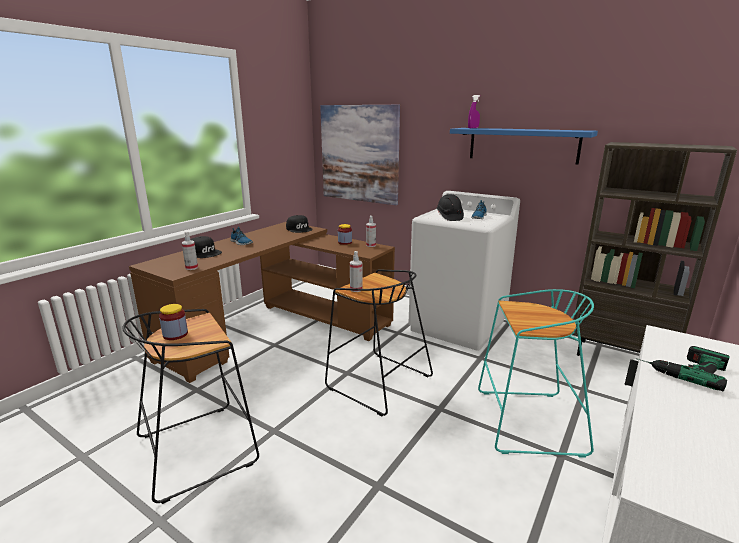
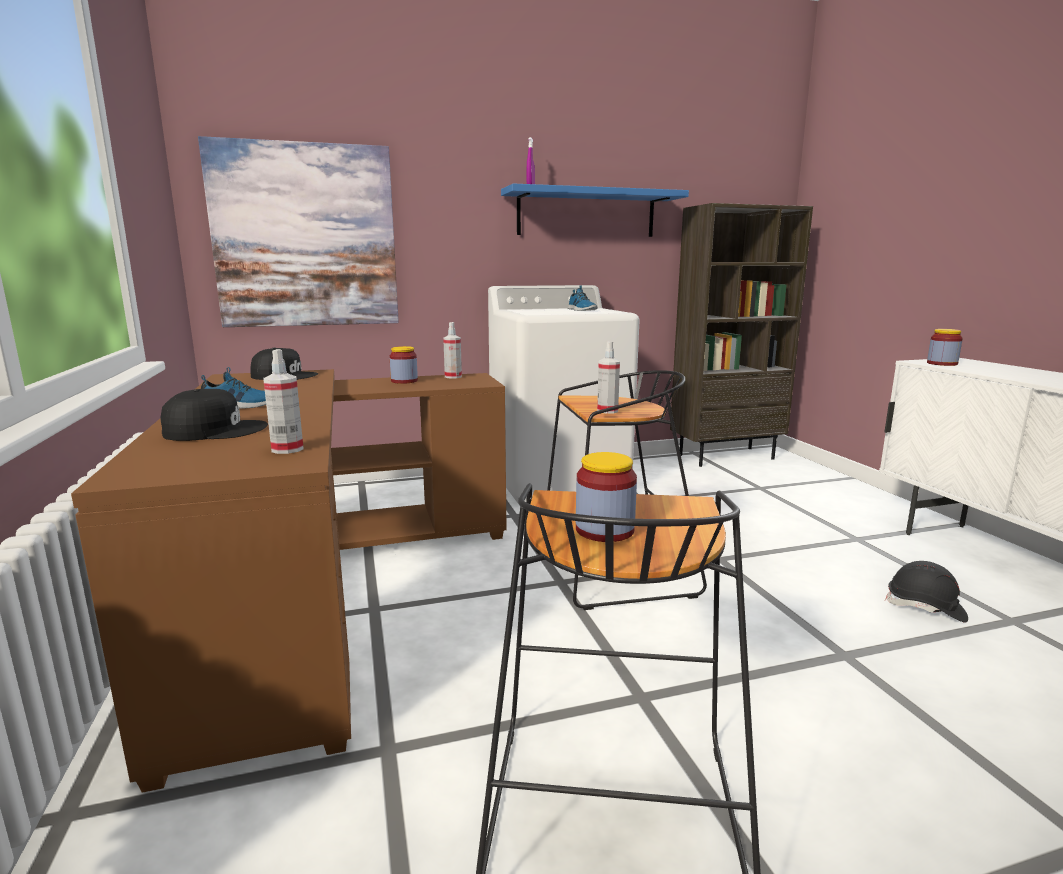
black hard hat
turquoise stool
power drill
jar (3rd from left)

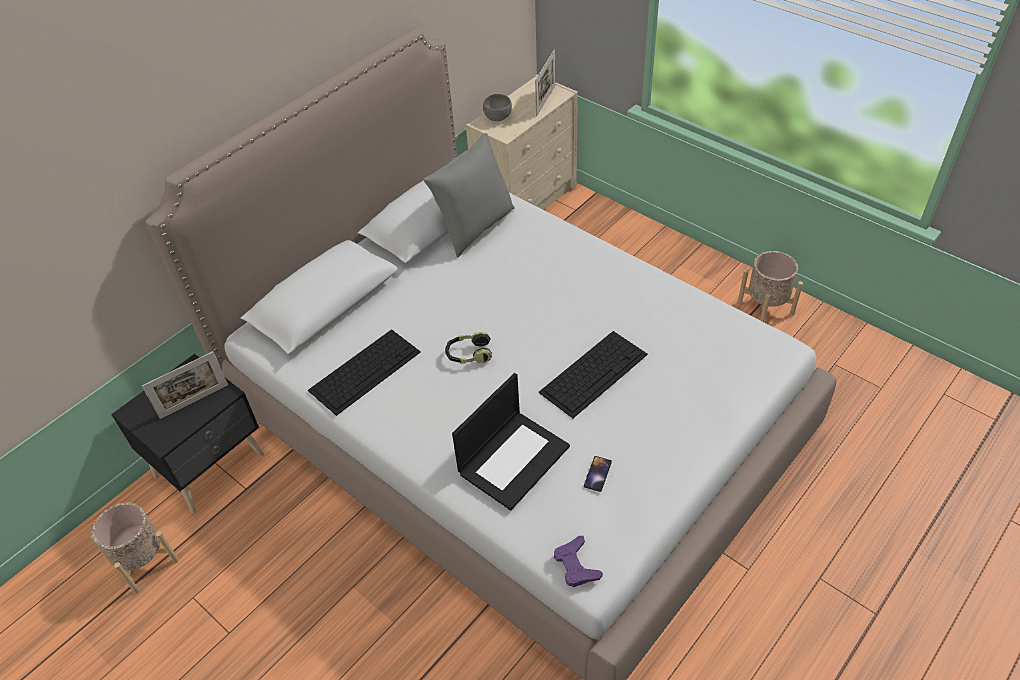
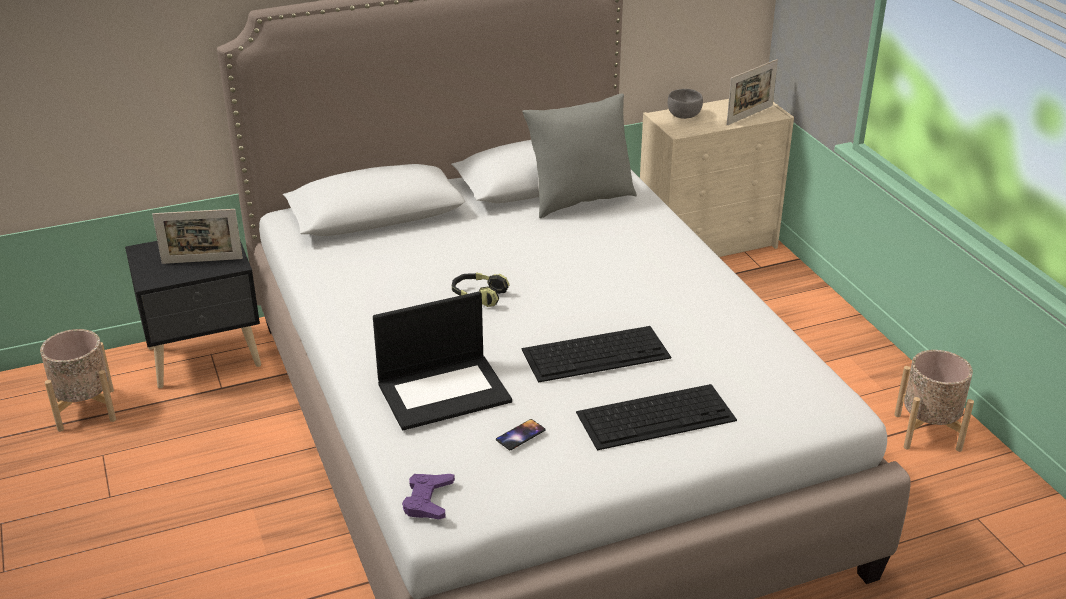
keyboard (2nd from left)

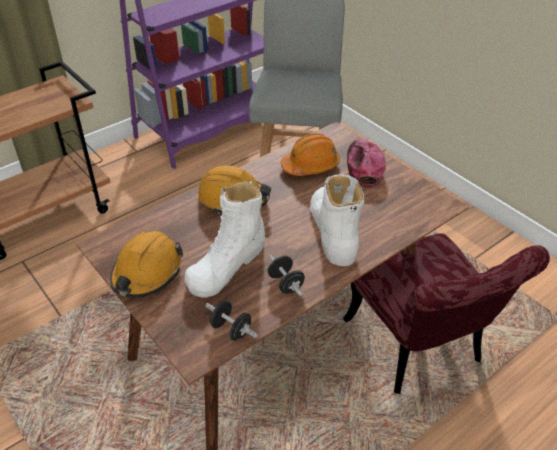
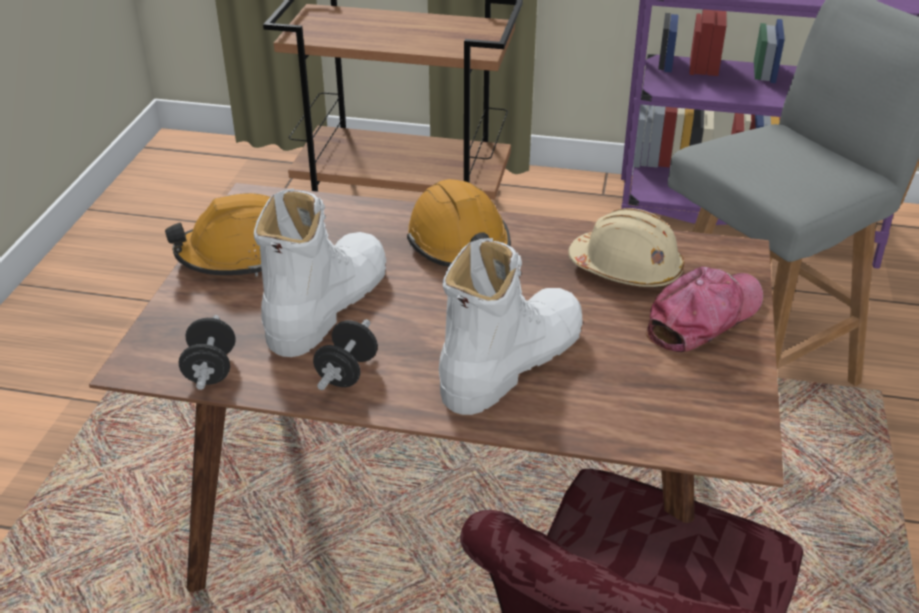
white boot (1st from left)
beige hard hat

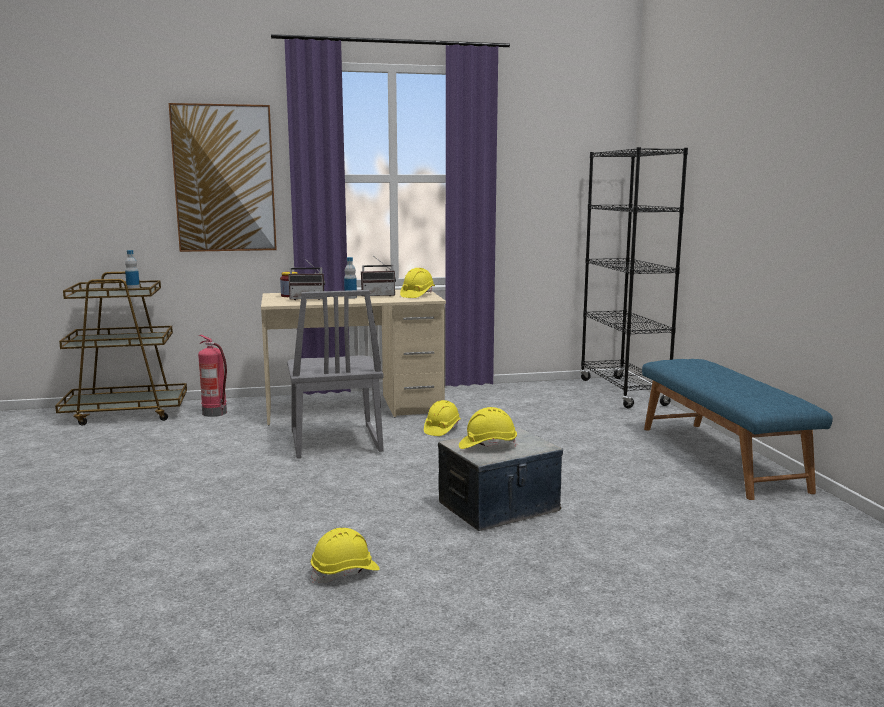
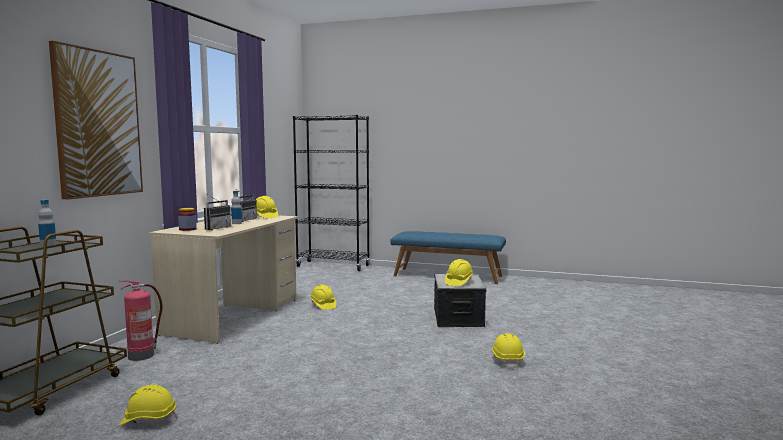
grey chair
yellow hard hat (1st from left)

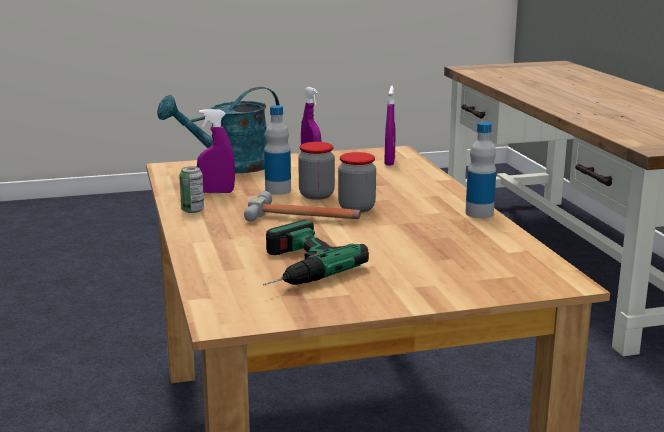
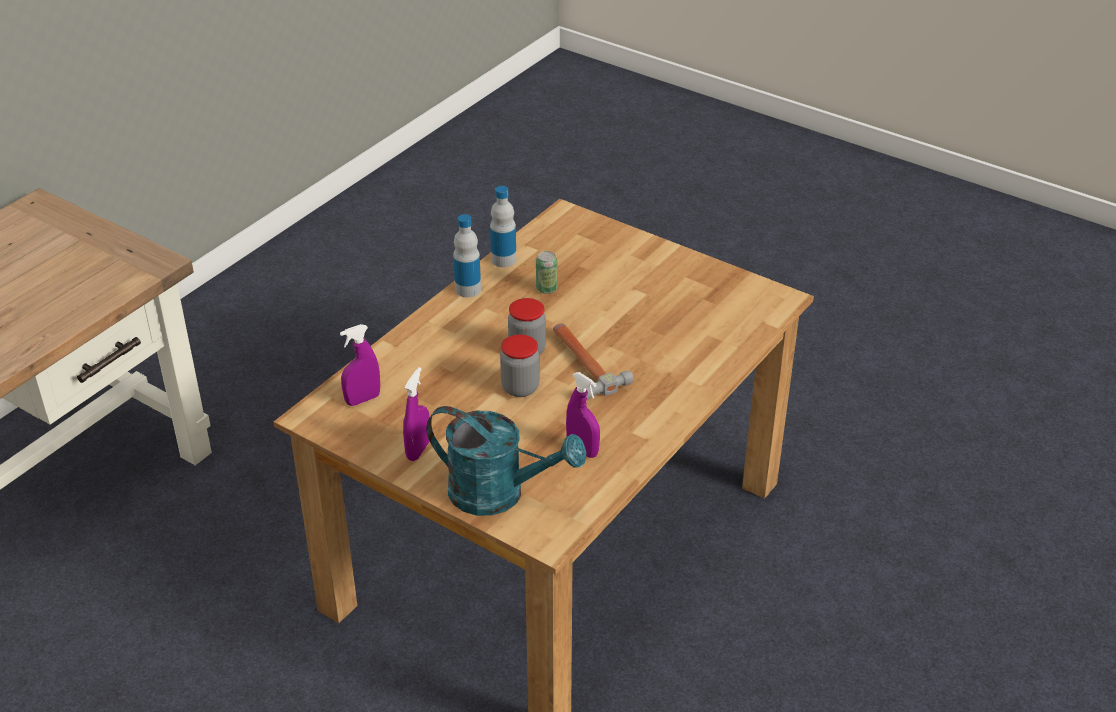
can
power drill
bottle (2nd from left)

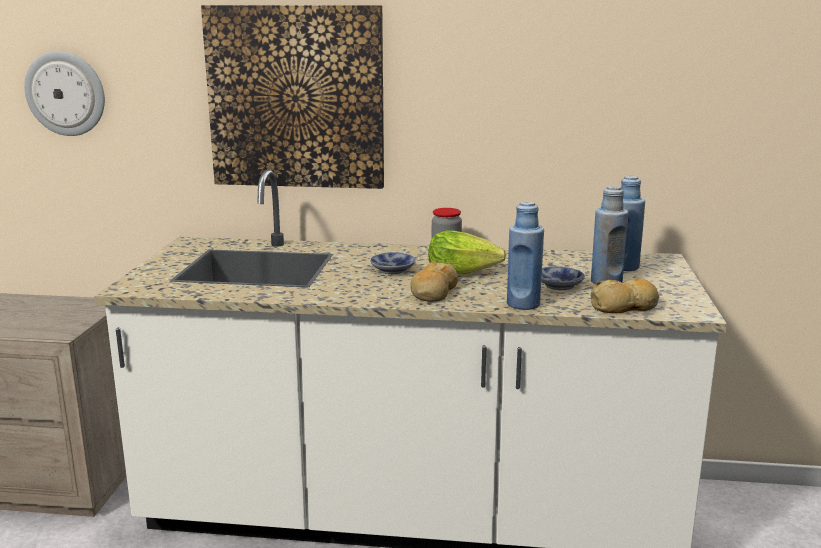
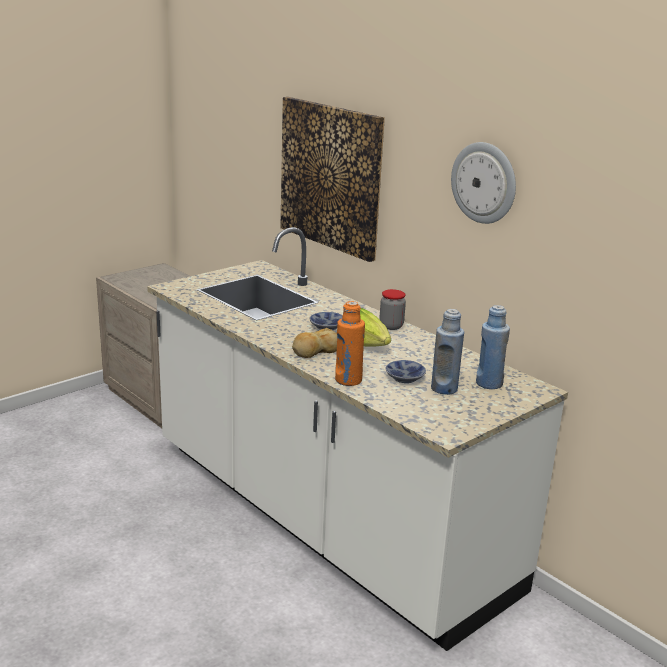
wall clock
orange bottle
bread (2nd from left in the first image)

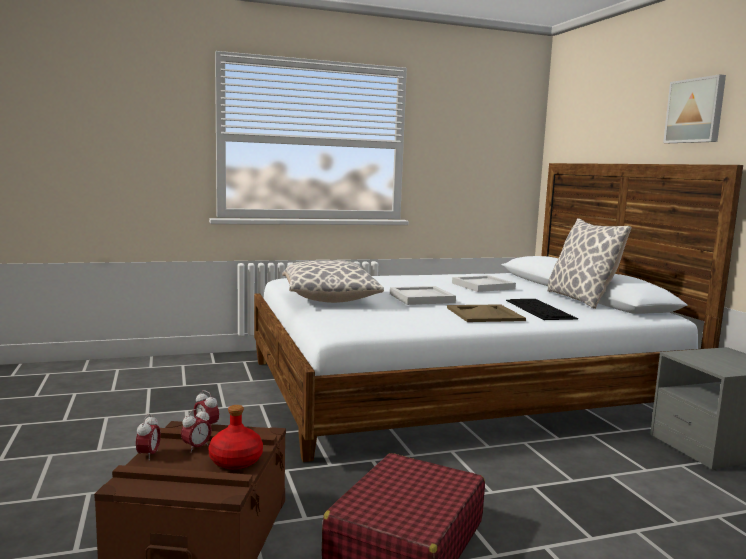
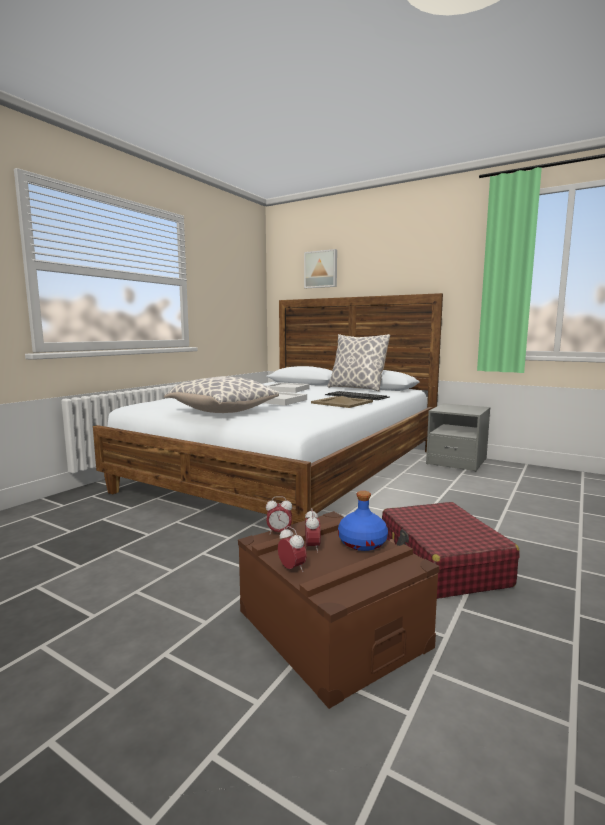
blue bottle
picture

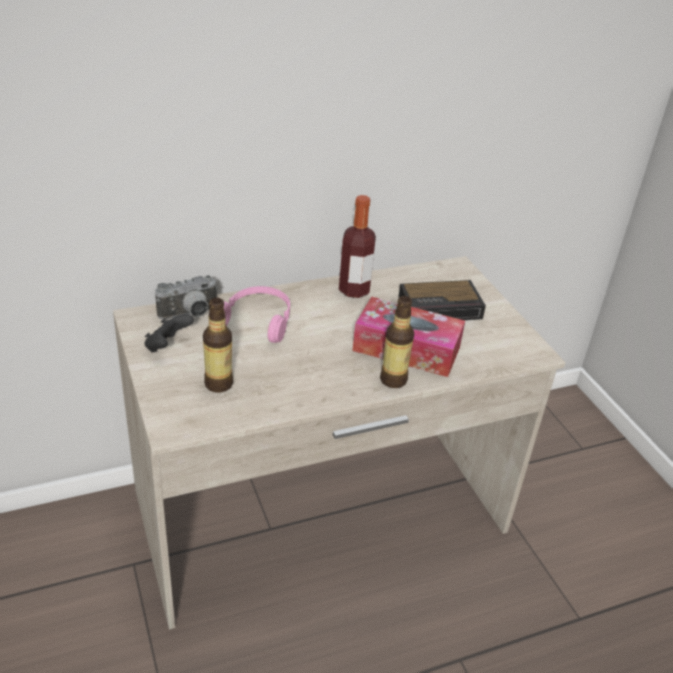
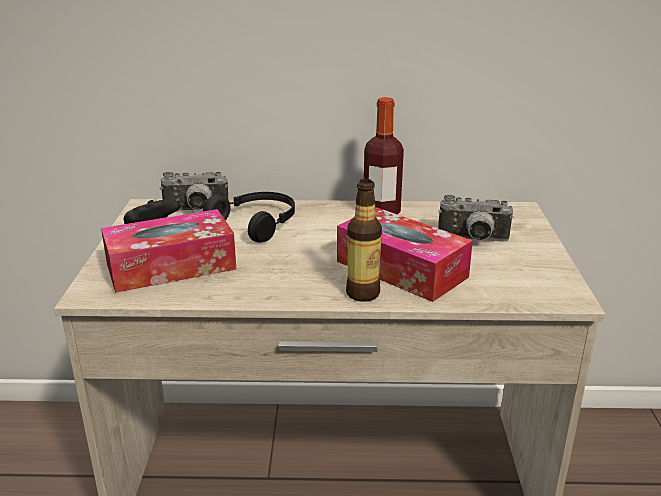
tissue box (1st from left)
black headphones
photo camera (2nd from left)

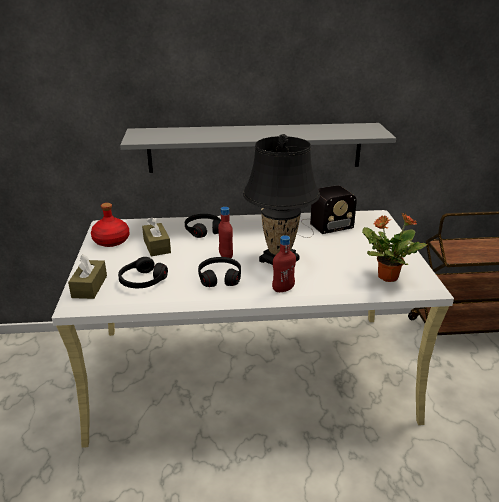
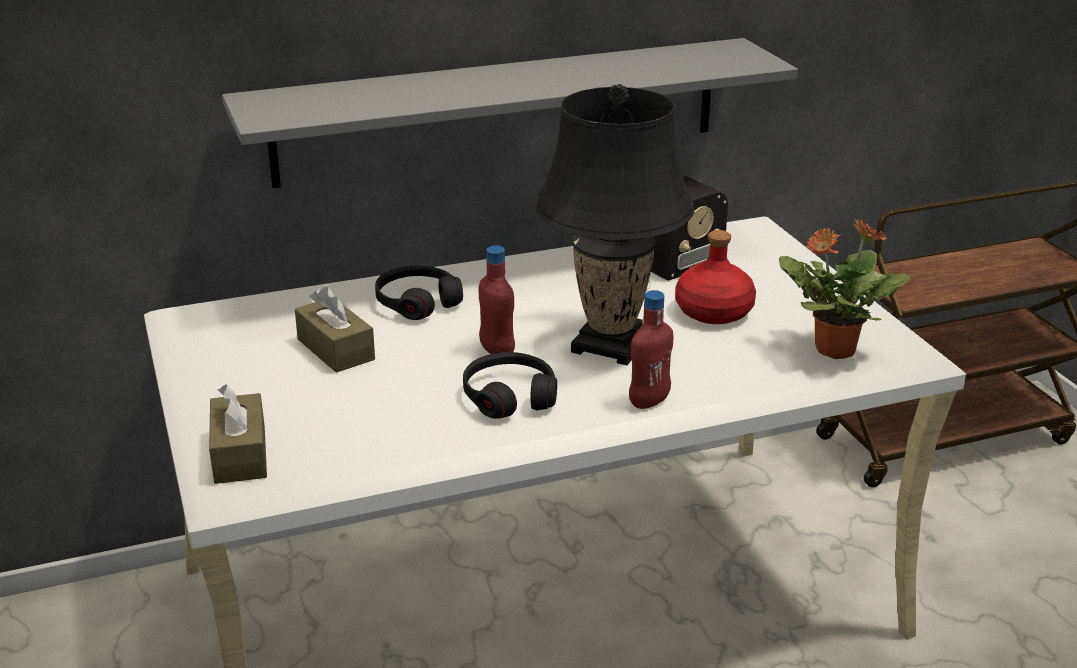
red bottle (3rd from left)
black headphones (1st from left in the first image)

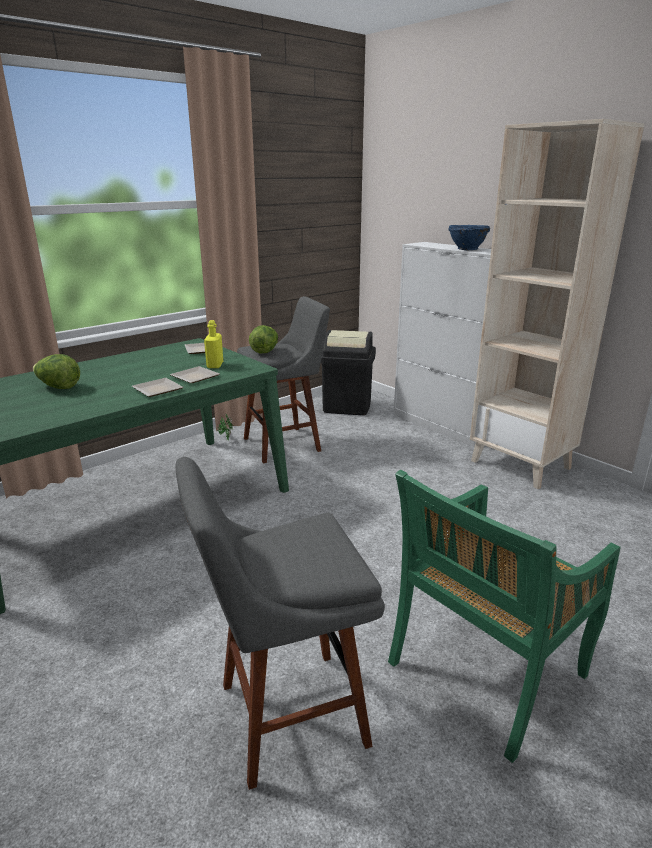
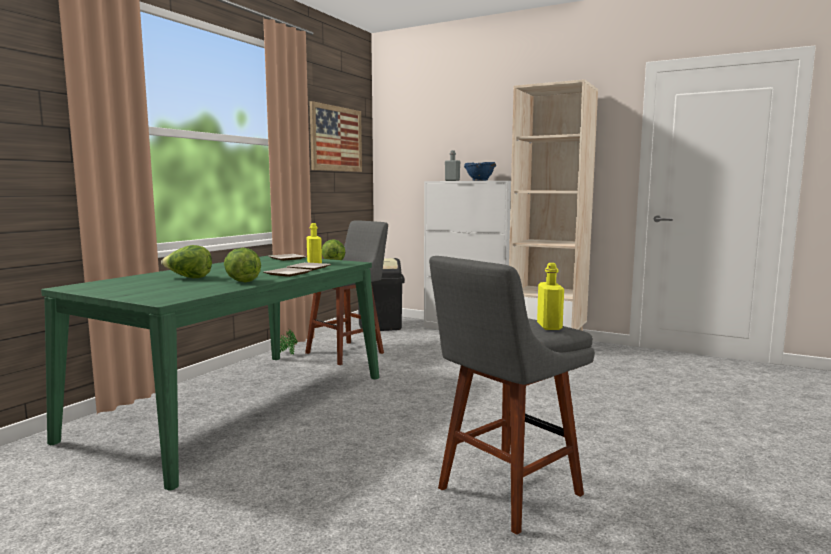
green chair
lettuce (2nd from left)
picture
grey bottle
yellow bottle (2nd from left)

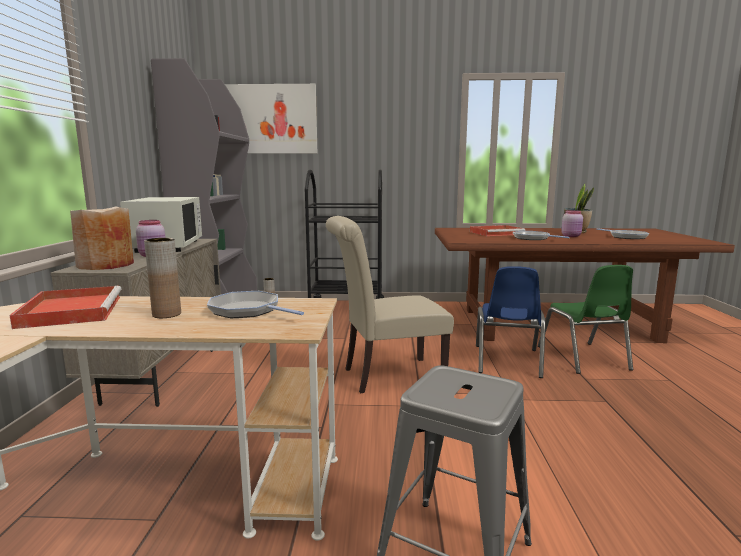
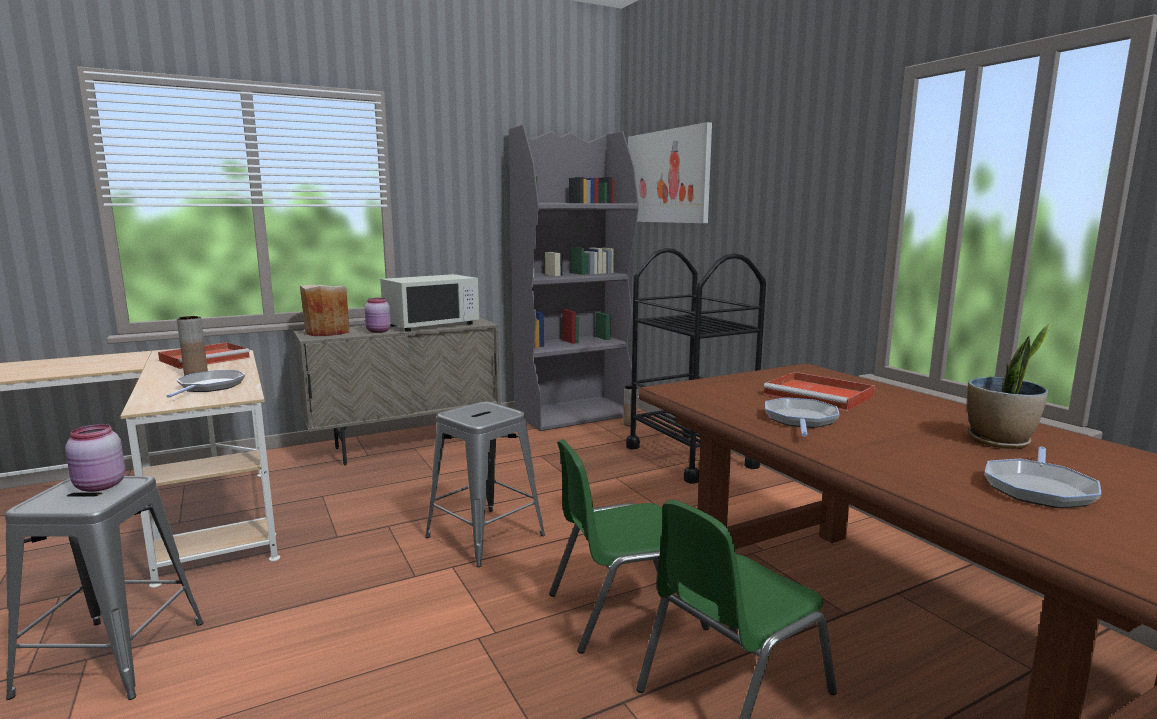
grey stool (2nd from left)
green chair (1st from left)
pink jar (1st from left)

